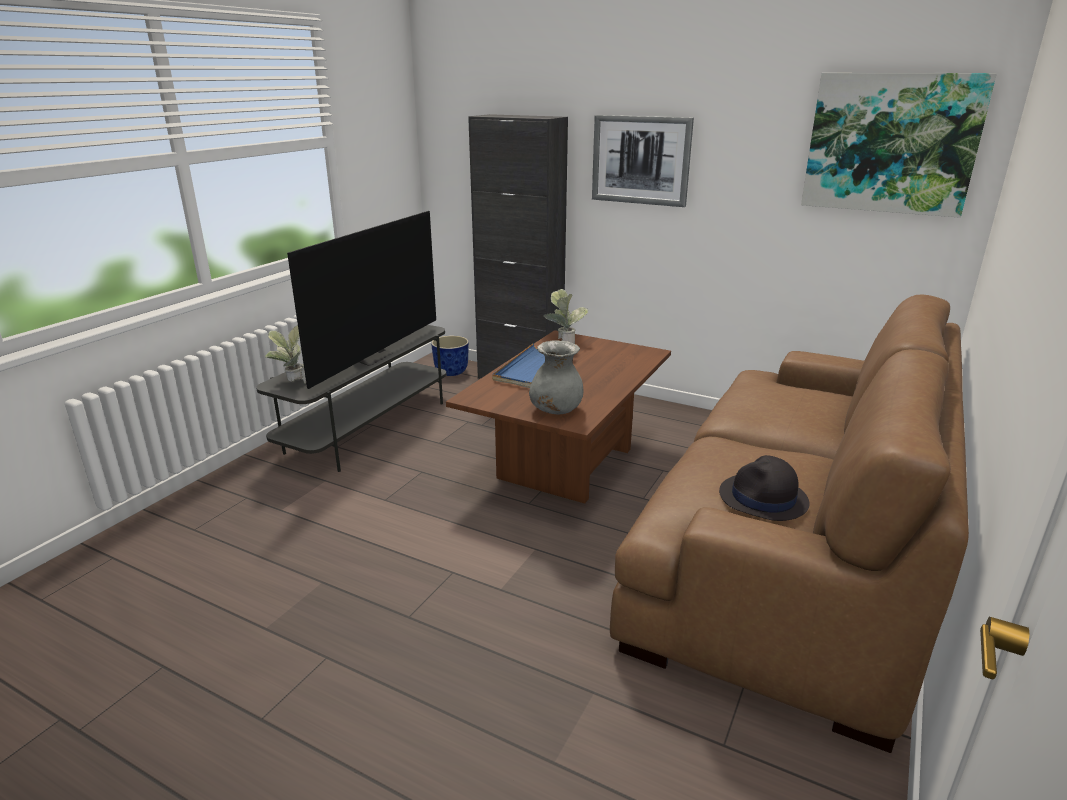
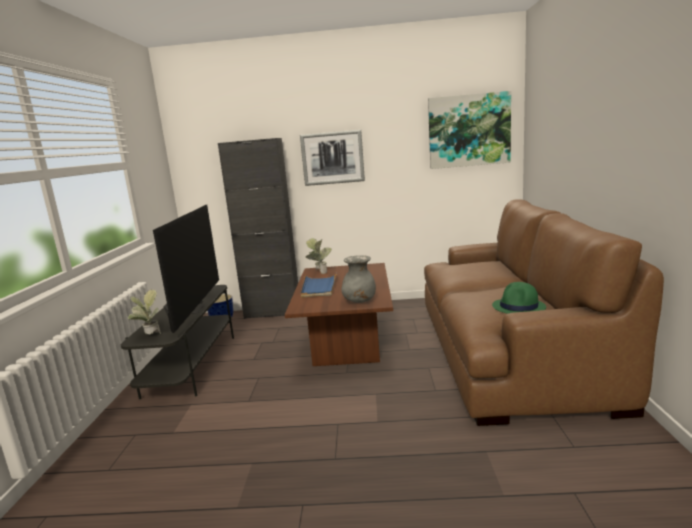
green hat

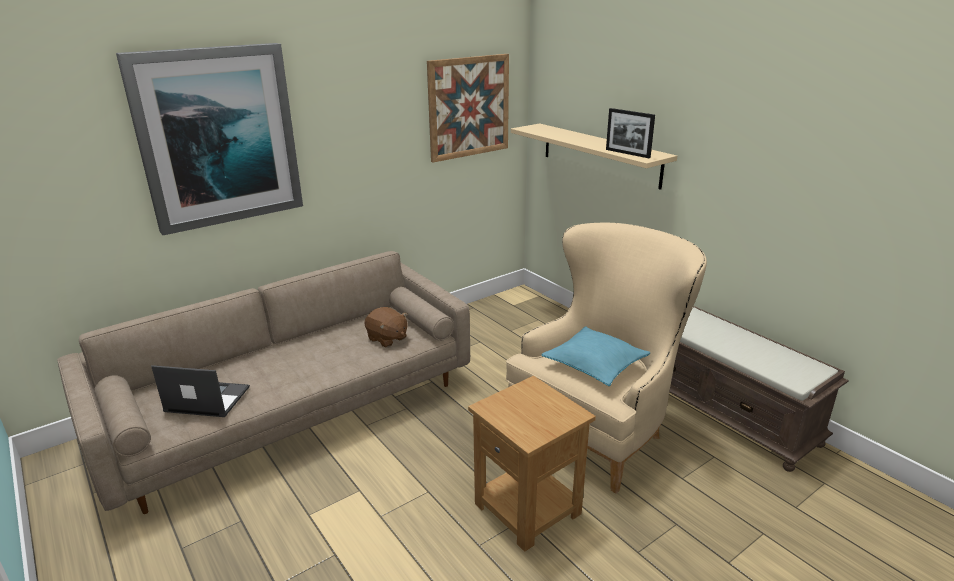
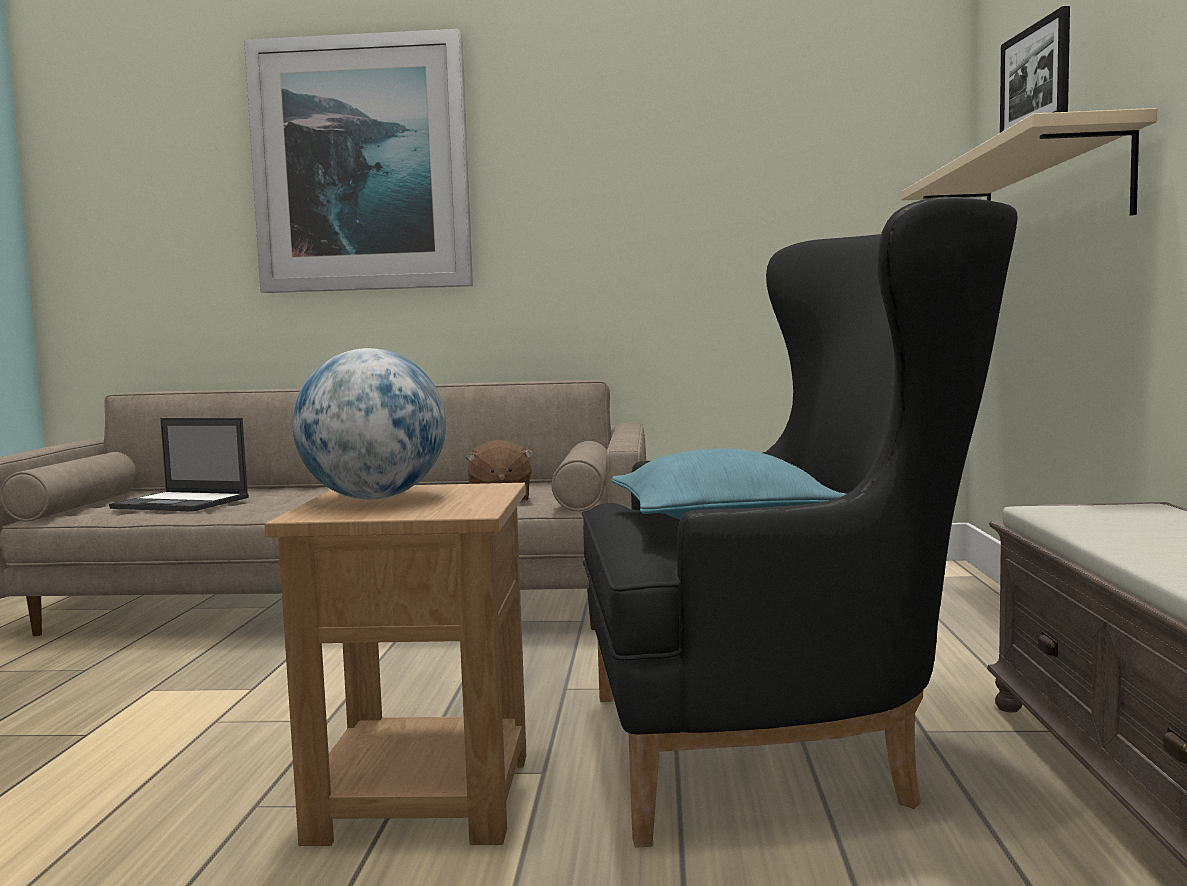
laptop
picture (2nd from left in the first image)
black armchair
globe

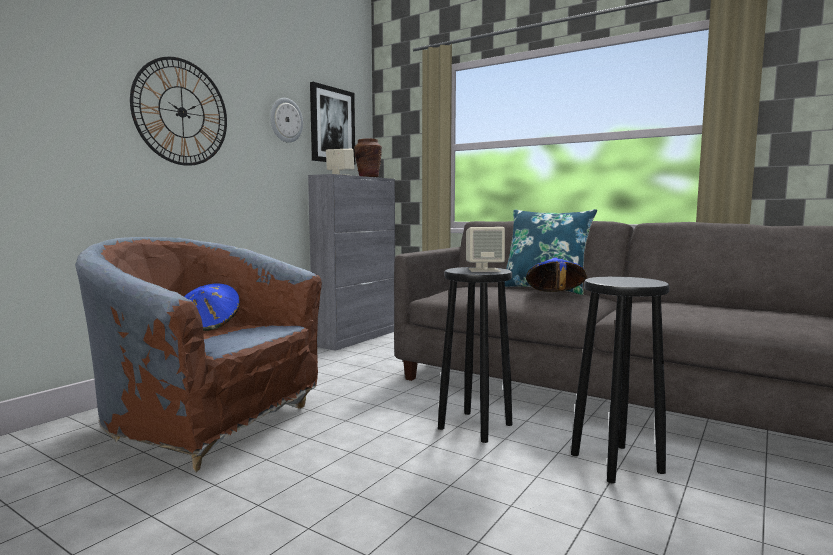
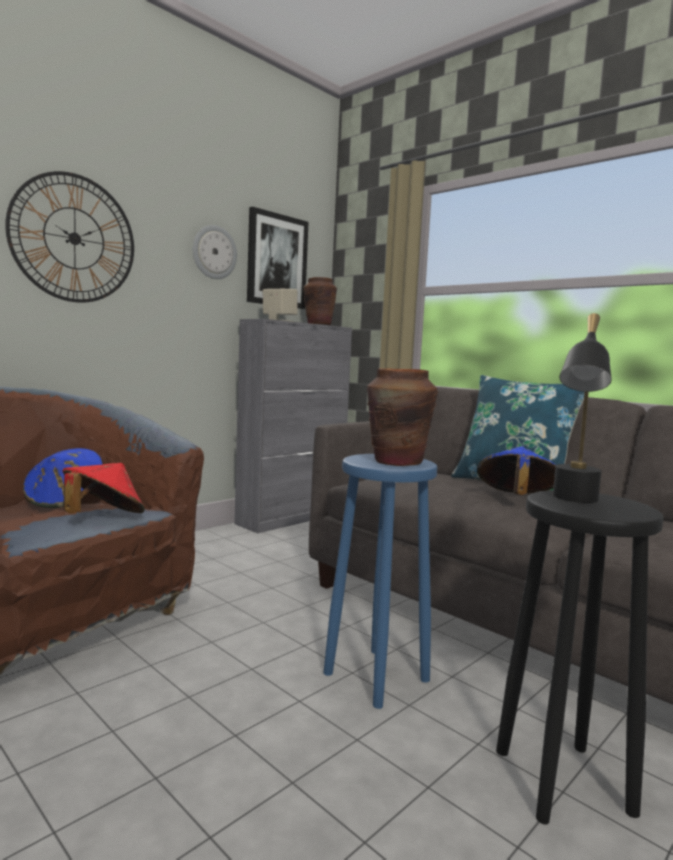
blue stool
brown vase (2nd from left)
red hat
black table lamp

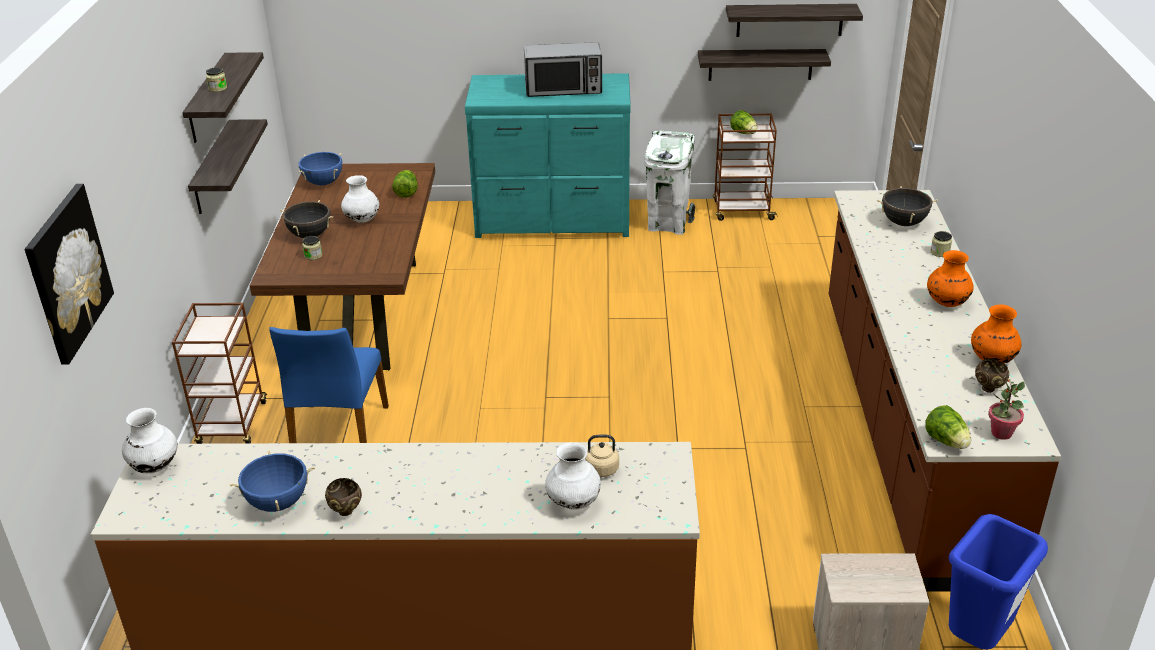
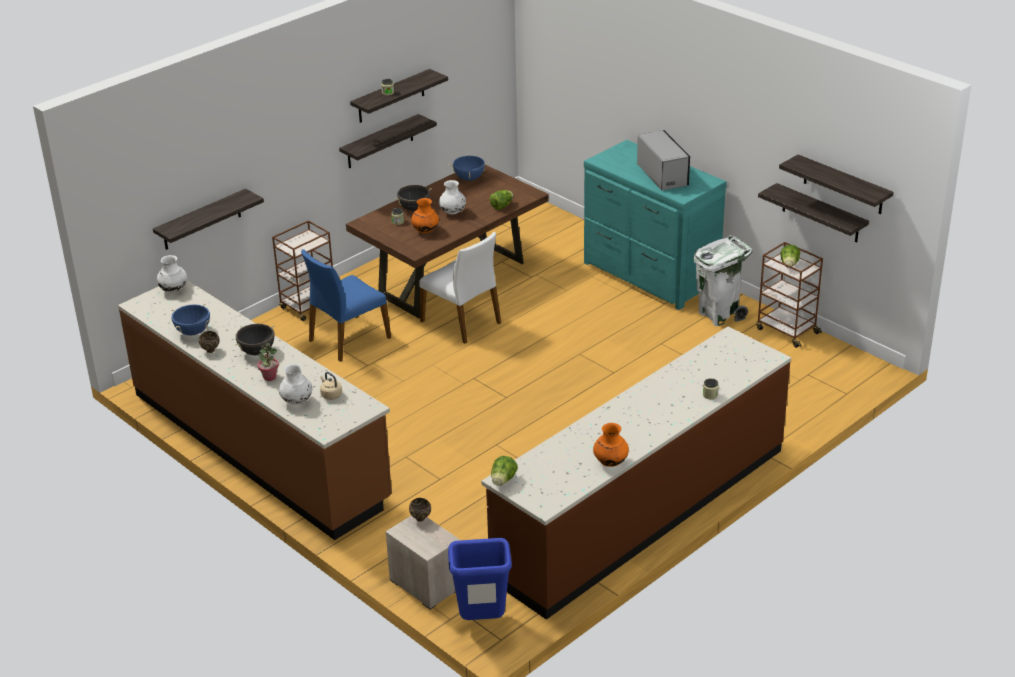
picture
microwave
black cooking pot (1st from left)
orange vase (1st from left)
brown bowl (2nd from left)
potted plant
shelf (1st from left)
white chair

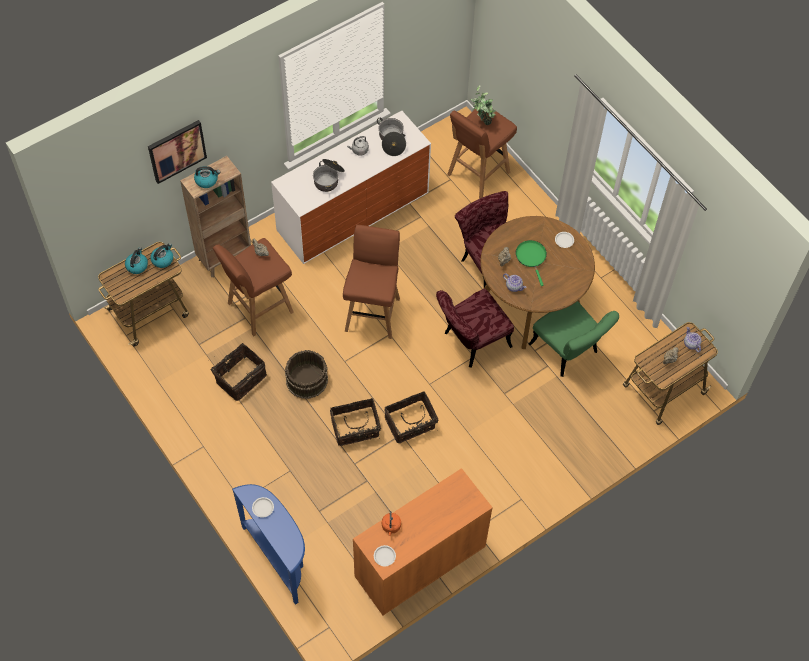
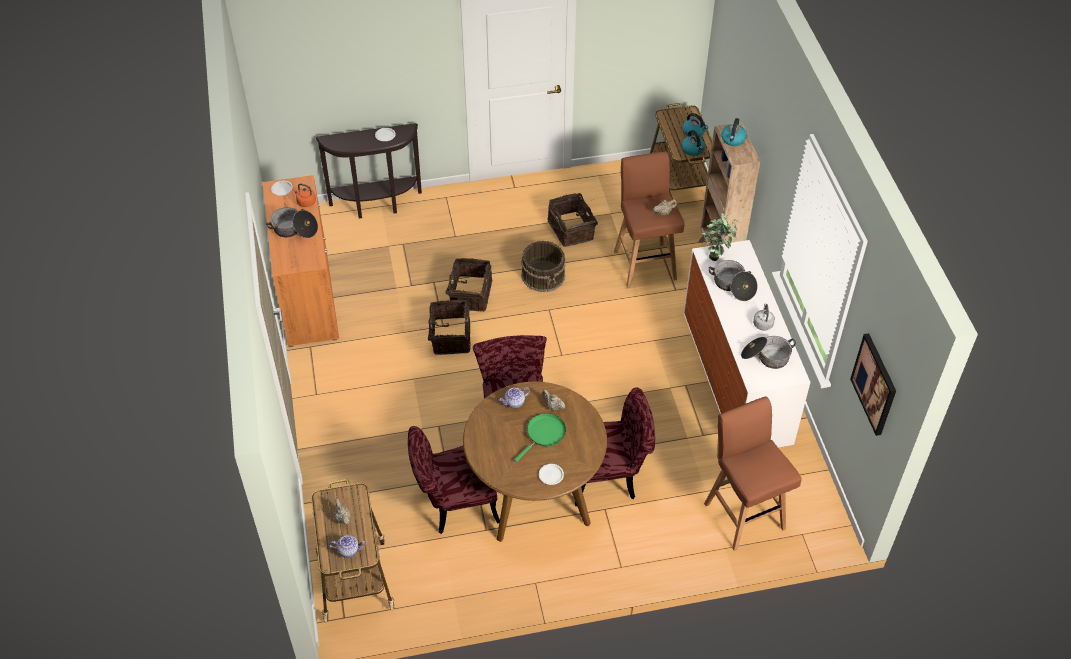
picture
brown console table
brown stool (2nd from left in the first image)
potted plant
green frying pan
red chair (1st from left)
cooking pot (1st from left)

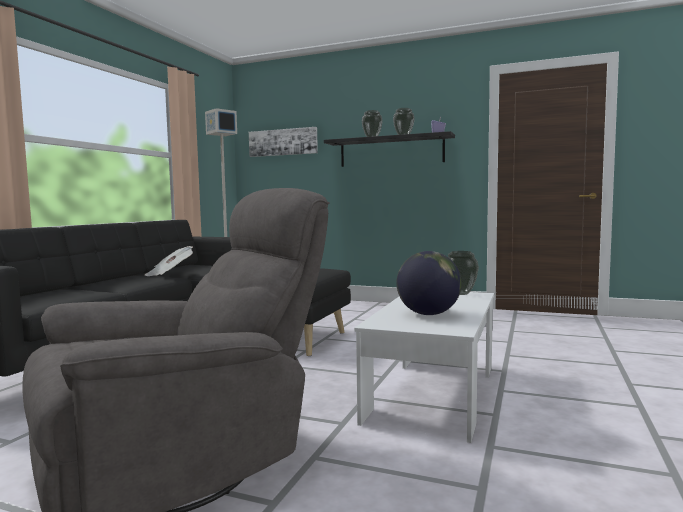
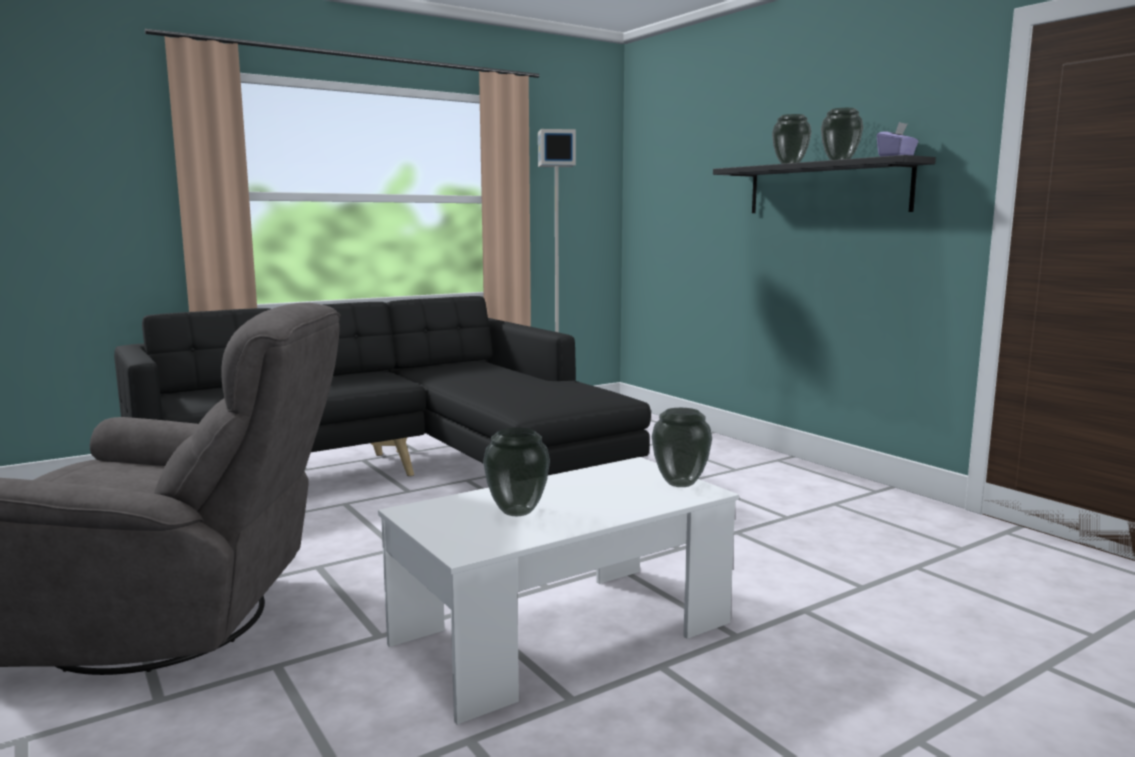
newspaper
picture
vase (1st from left)

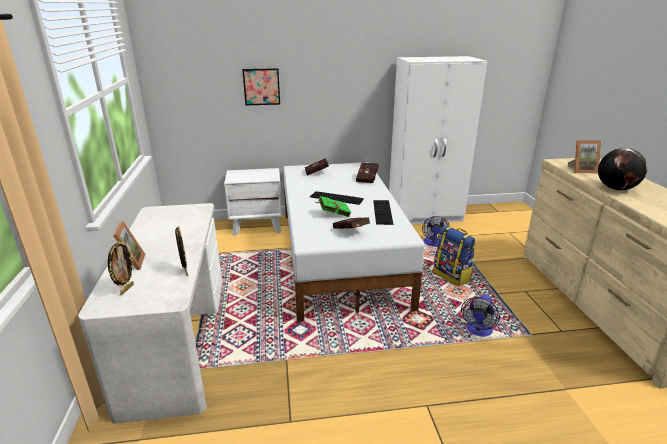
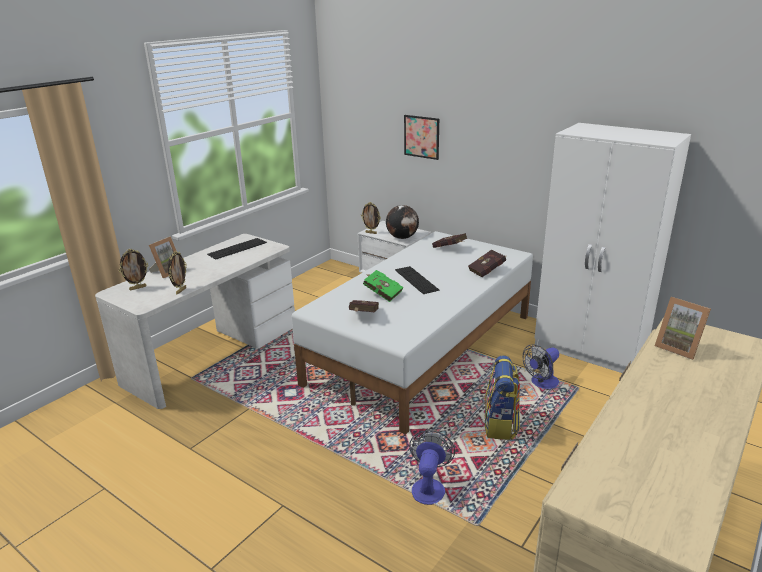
keyboard (1st from left)
fan (1st from left)
globe
picture frame (4th from left)

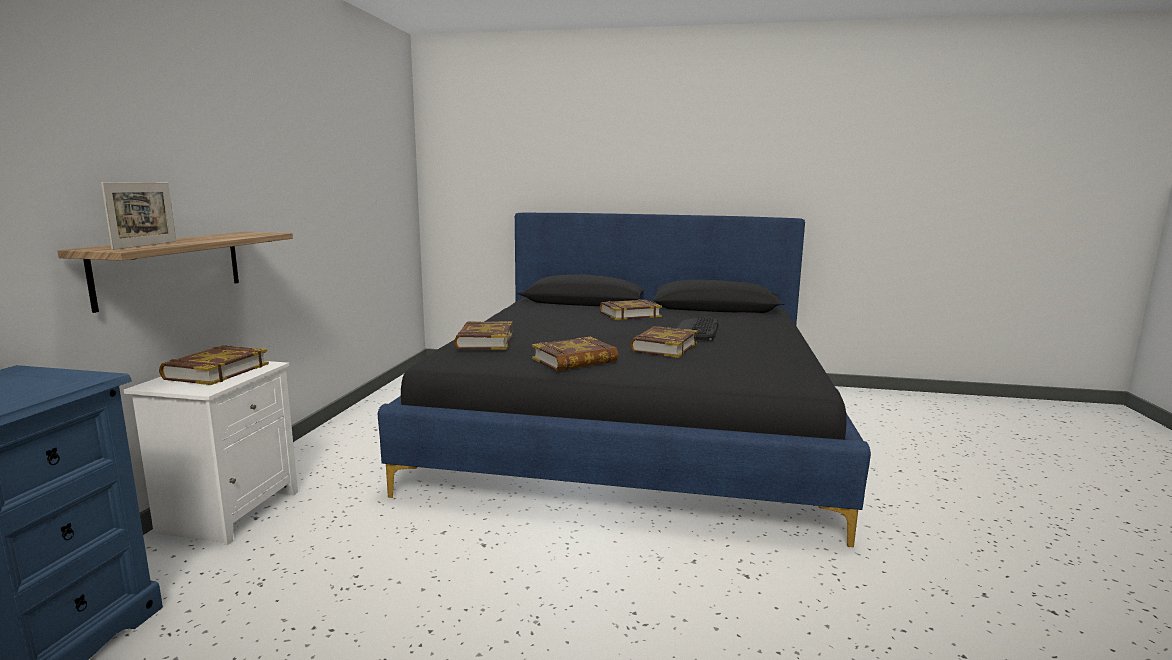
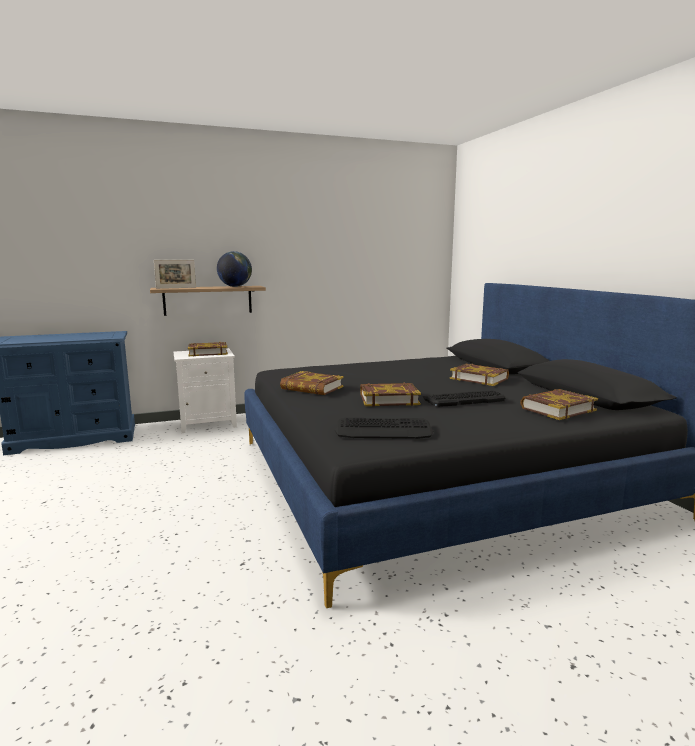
book (5th from left)
globe
keyboard (1st from left)

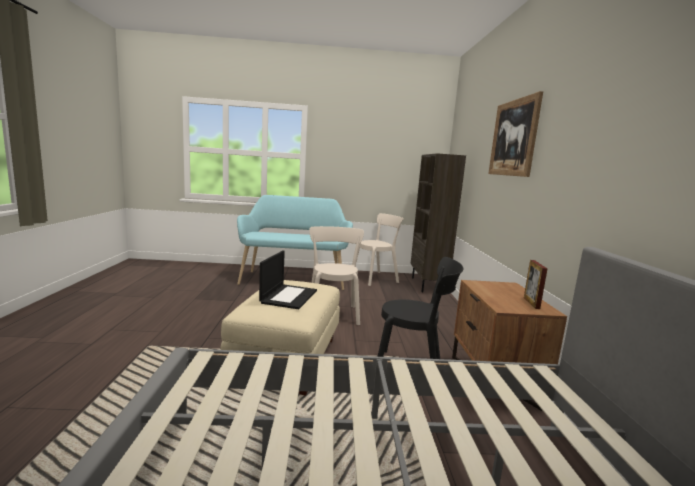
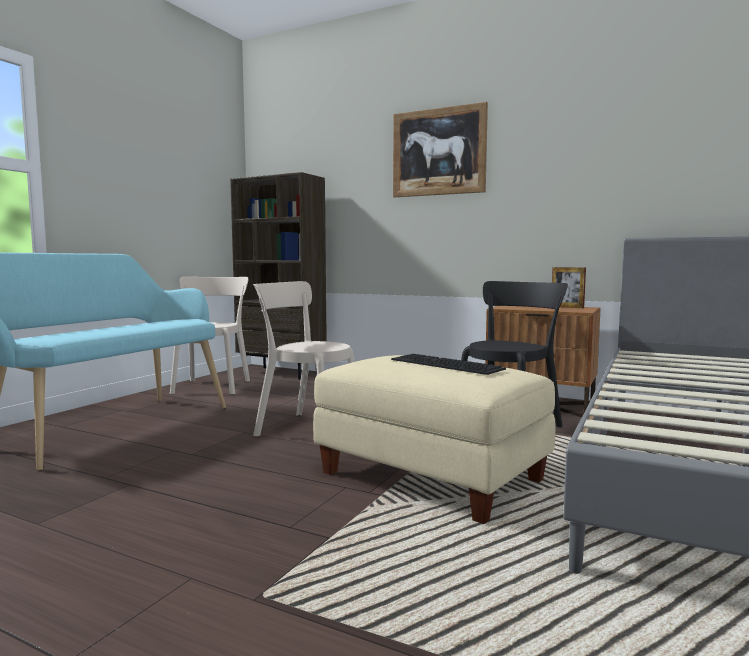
keyboard

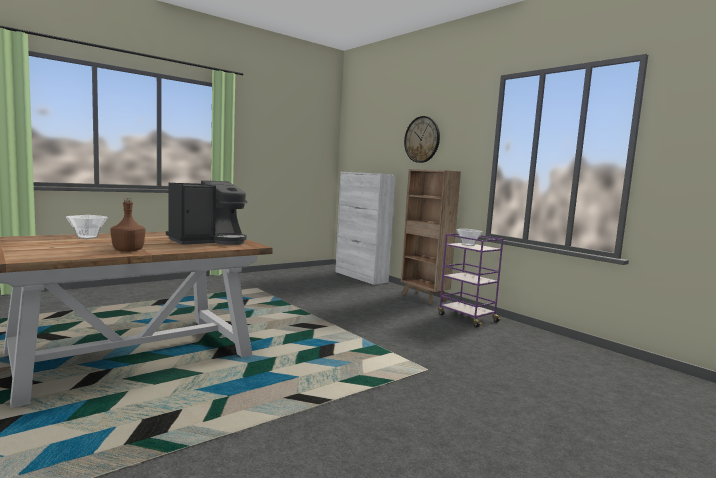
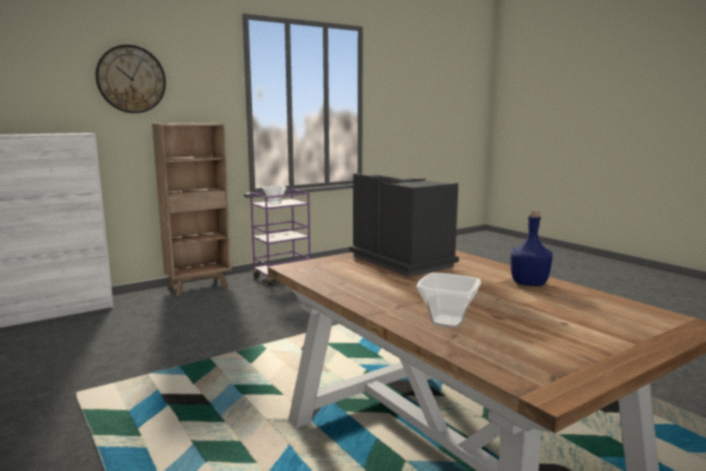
blue bottle

